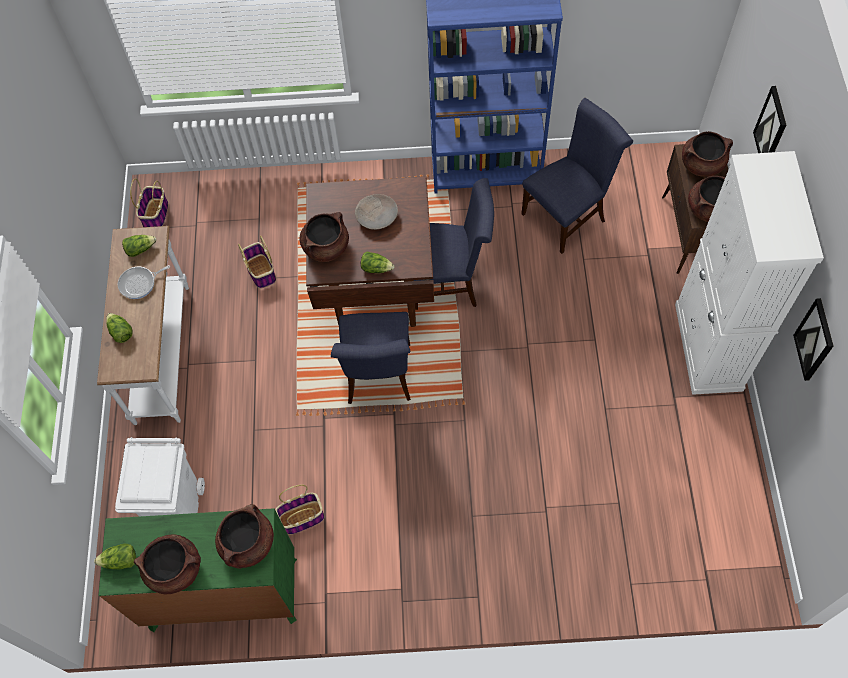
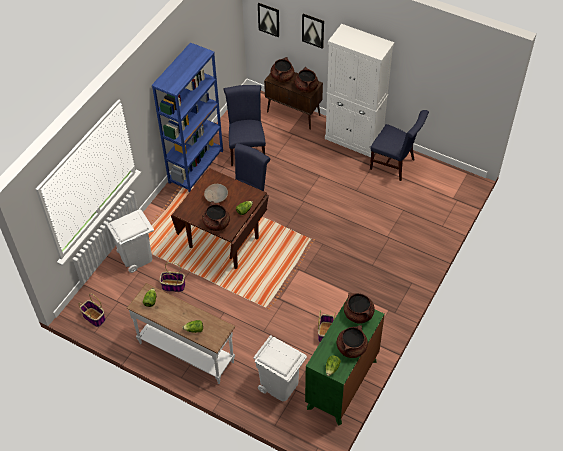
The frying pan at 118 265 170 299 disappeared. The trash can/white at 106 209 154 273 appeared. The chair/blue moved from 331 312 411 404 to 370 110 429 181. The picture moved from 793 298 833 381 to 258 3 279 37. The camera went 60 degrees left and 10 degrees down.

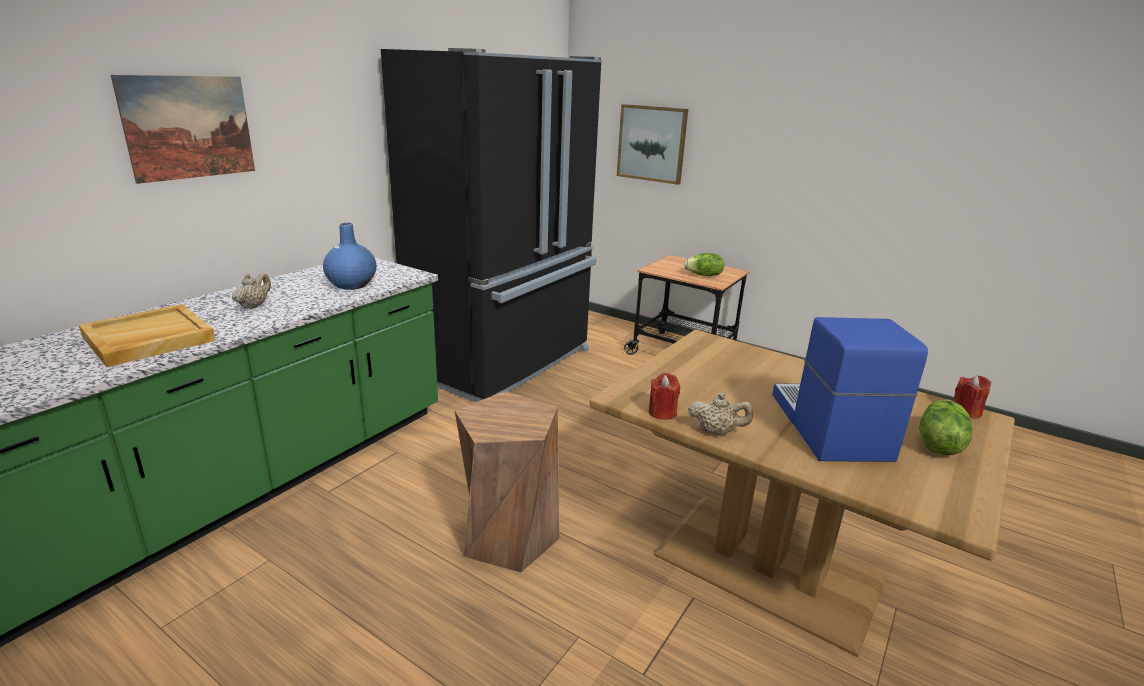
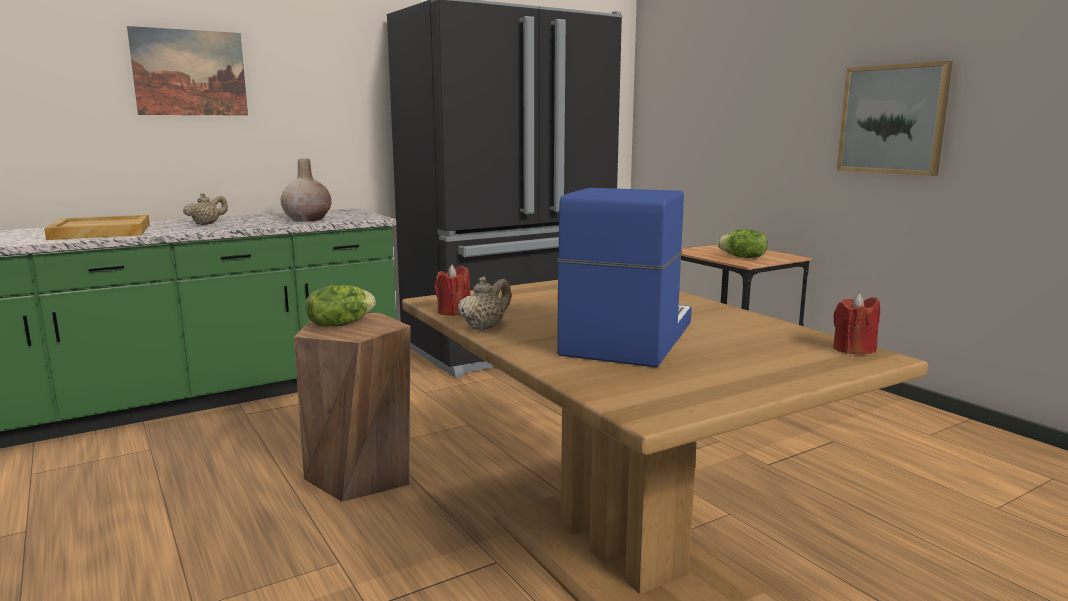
The picture moved from 617 104 688 185 to 837 61 953 176. The lettuce moved from 919 400 973 455 to 306 285 376 327. The vase/blue at 323 223 376 290 became the vase/beige at 280 159 332 222. The teapot/beige at 688 392 753 435 turned 90 degrees counterclockwise. The camera went 25 degrees right and 10 degrees down.

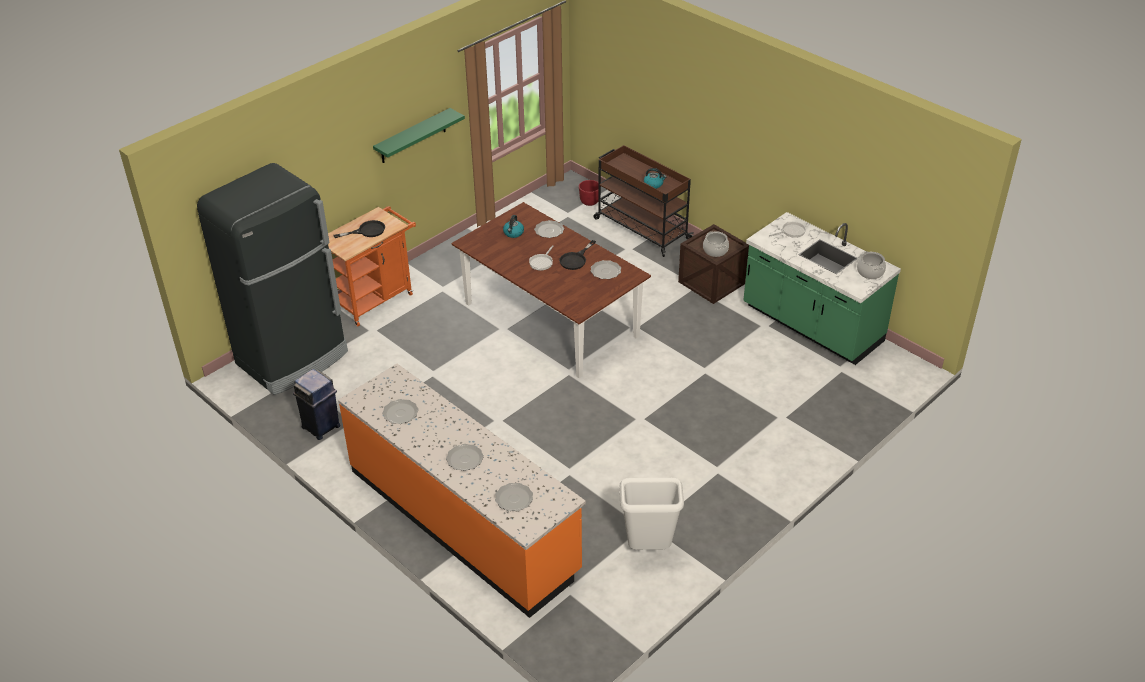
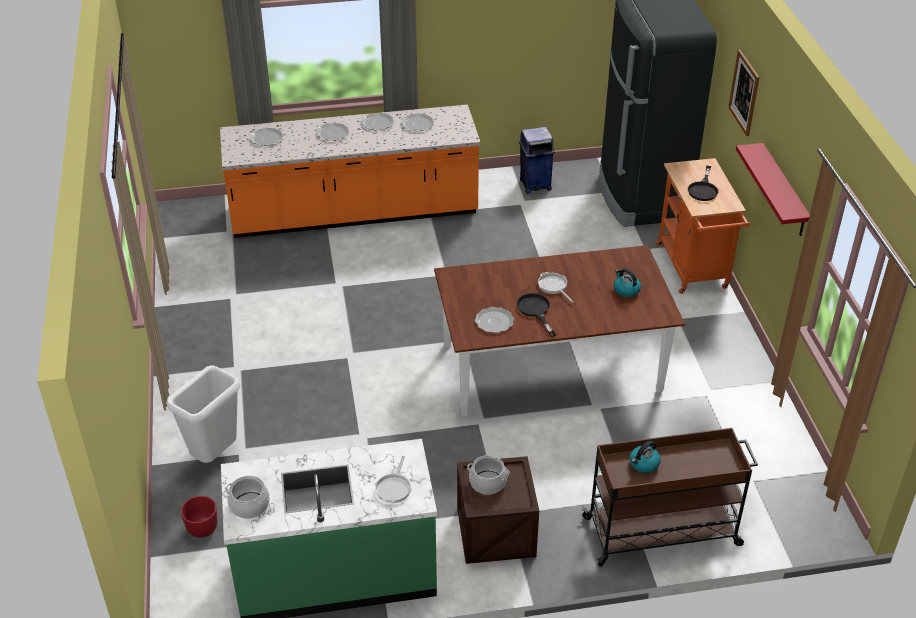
The picture at 728 50 760 136 appeared. The plate moved from 534 220 564 238 to 361 113 394 130. The planter/red moved from 579 180 599 206 to 181 496 218 538. The trash can/white moved from 619 478 684 550 to 166 365 240 463. The shelf/green at 373 108 465 163 became the shelf/red at 736 143 810 236. The camera went 125 degrees right and 0 degrees up.

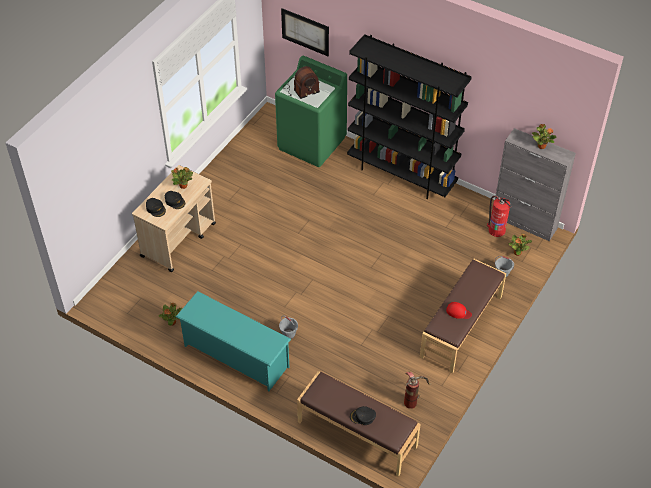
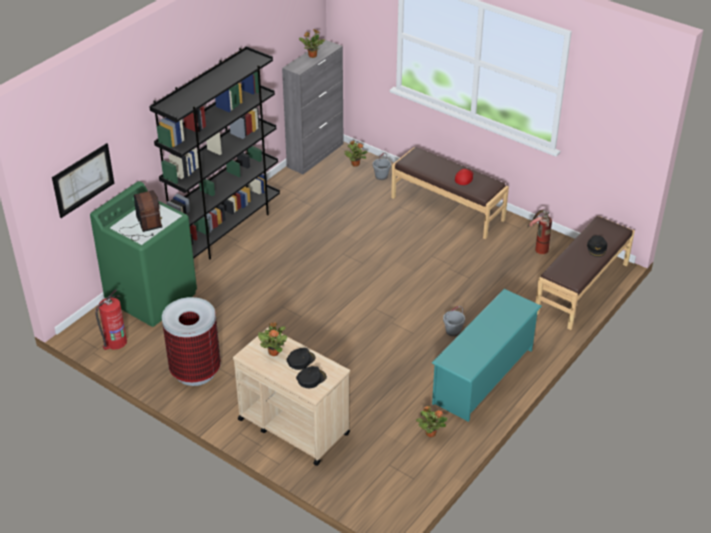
The trash can at 162 297 221 386 appeared. The fire extinguisher moved from 487 196 511 237 to 95 289 127 350. The camera went 85 degrees left and 10 degrees down.

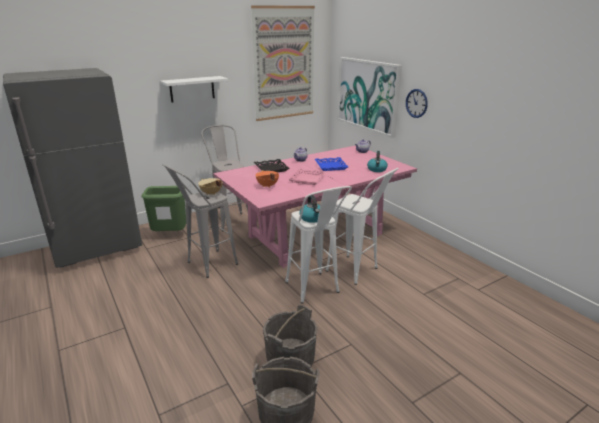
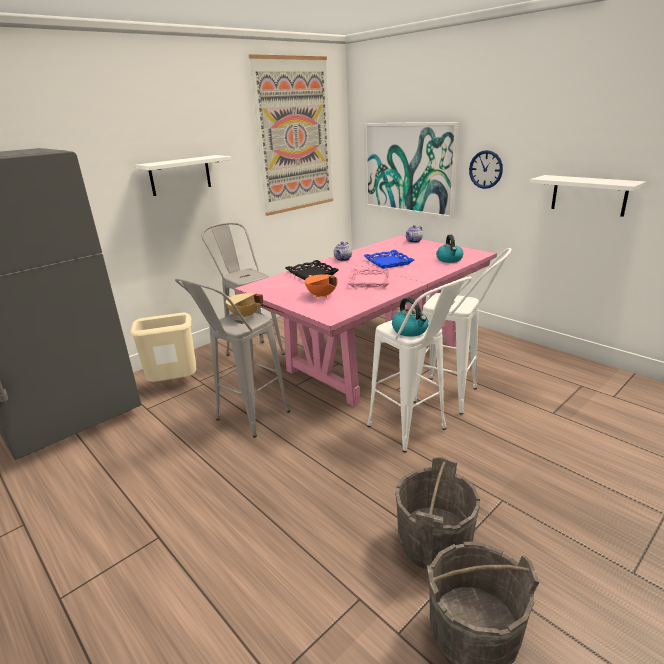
The shelf/white at 530 175 646 217 appeared. The trash can/green at 141 186 186 231 became the trash can/beige at 130 313 196 382. The camera went 10 degrees left and 0 degrees up.

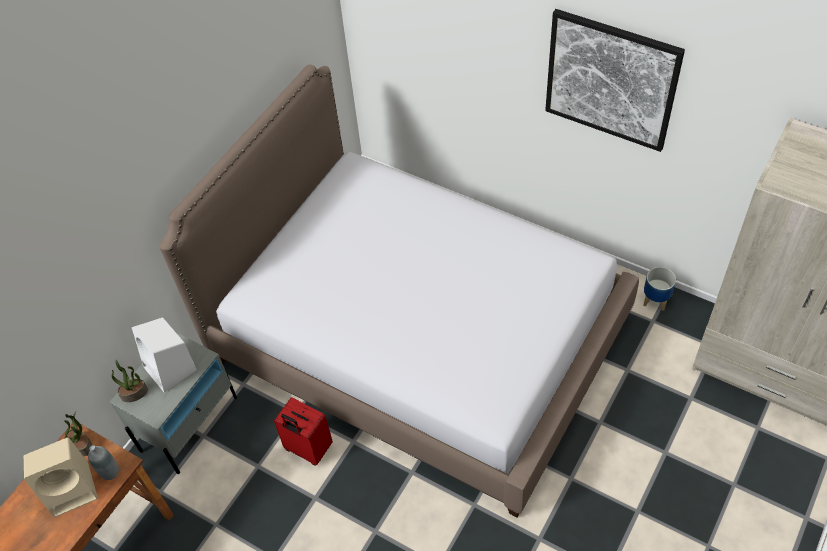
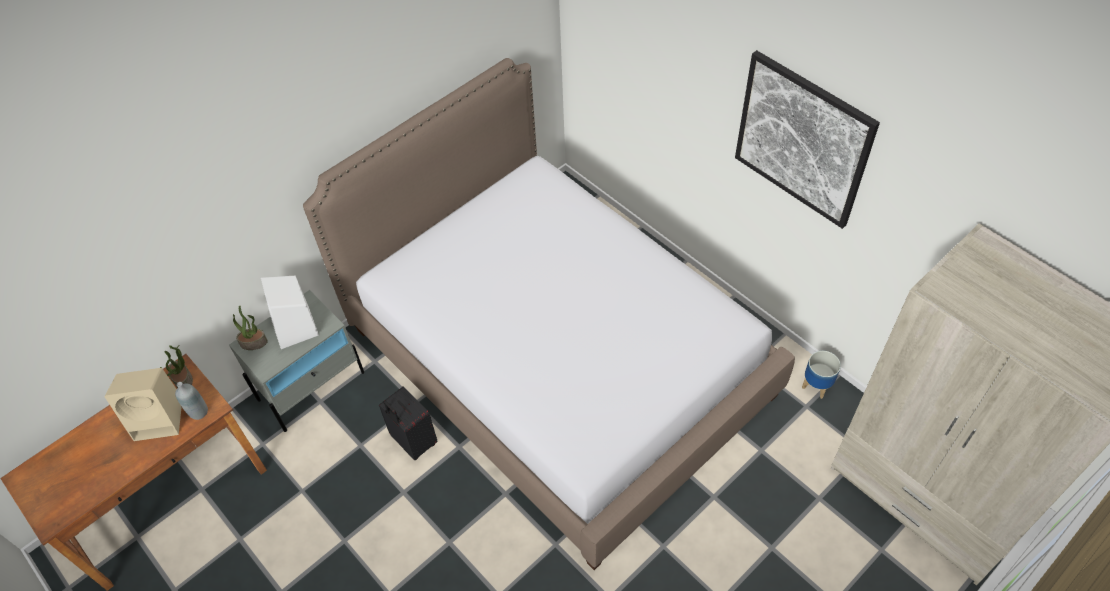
The suitcase/red at 274 397 333 466 became the suitcase/black at 379 387 438 460. The camera went 15 degrees right and 0 degrees up.

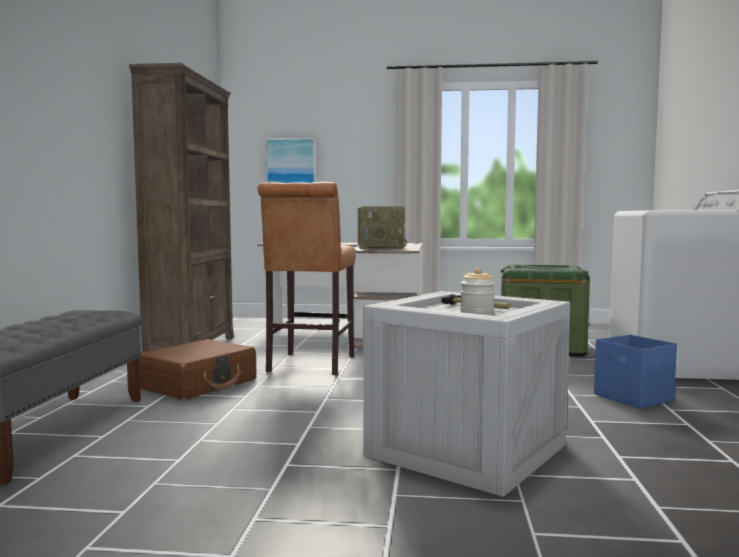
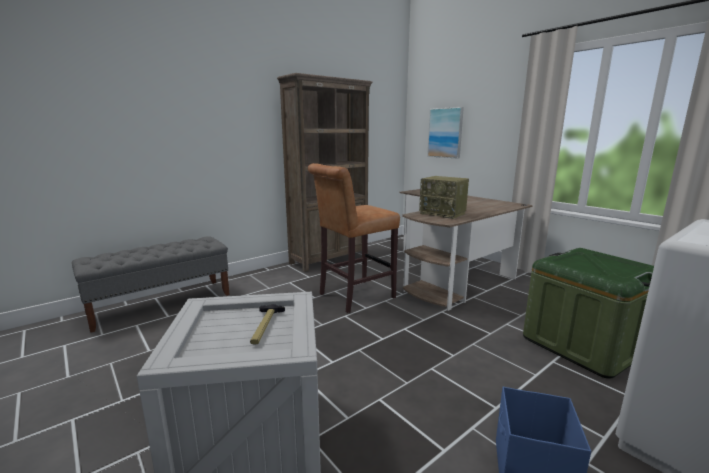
The suitcase/brown at 139 339 256 400 disappeared. The jar at 460 268 495 315 disappeared. The camera went 45 degrees right and 10 degrees up.

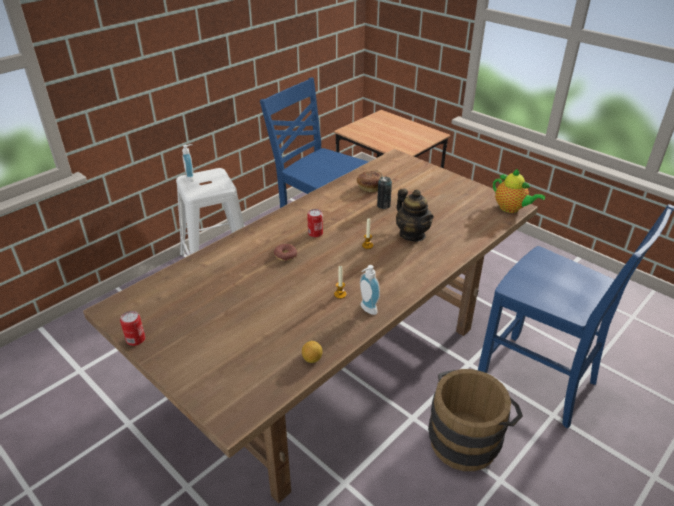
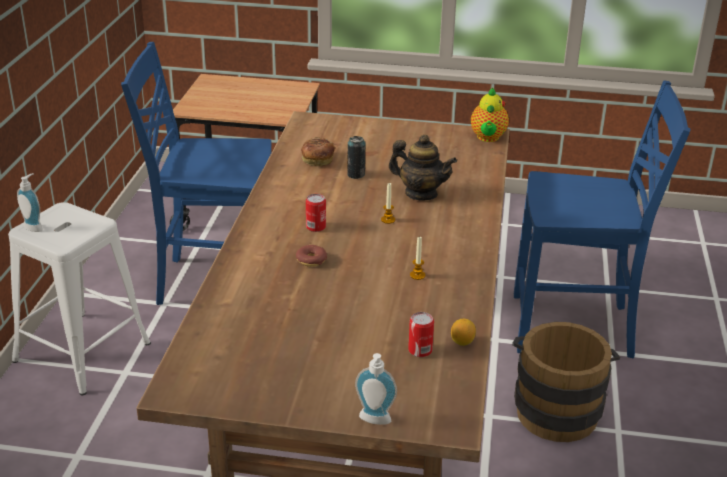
The can moved from 120 311 145 346 to 408 312 434 357. The soap dispenser moved from 360 265 380 315 to 355 353 397 425. The teapot at 493 169 545 213 turned 90 degrees clockwise. The camera went 35 degrees left and 5 degrees down.

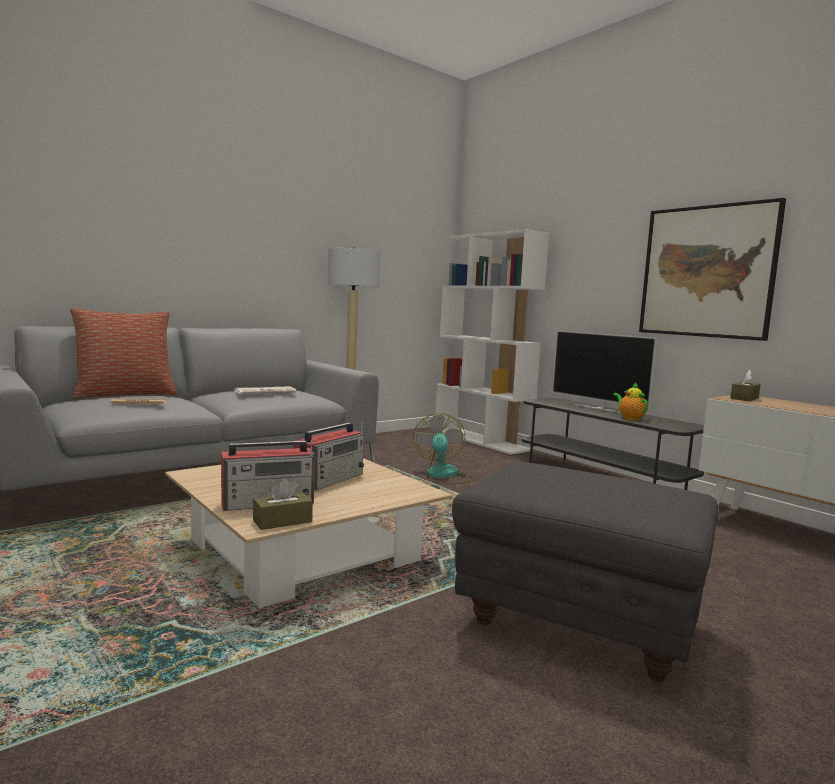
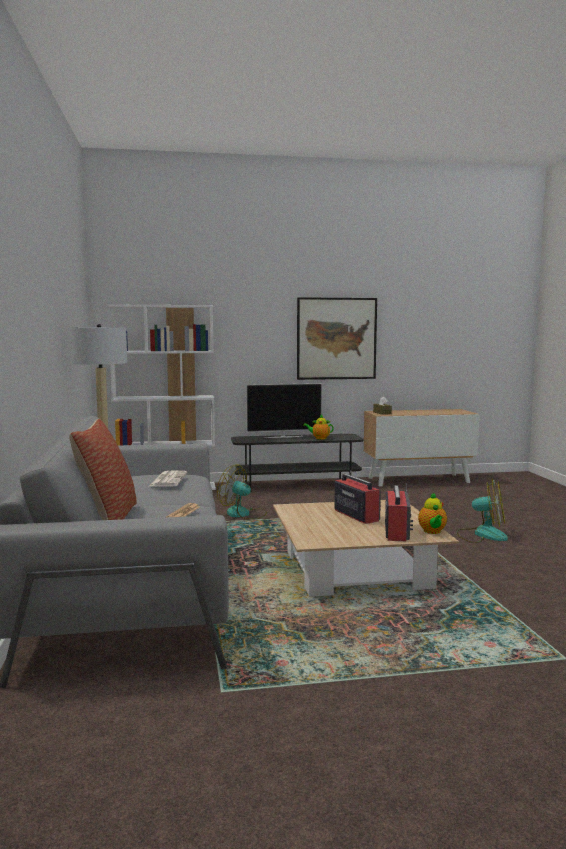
The tissue box/brown at 253 478 313 530 was replaced by the teapot at 418 492 447 534. The ottoman/grey at 452 461 718 682 was replaced by the fan at 457 479 508 543. The camera went 60 degrees left and 0 degrees up.

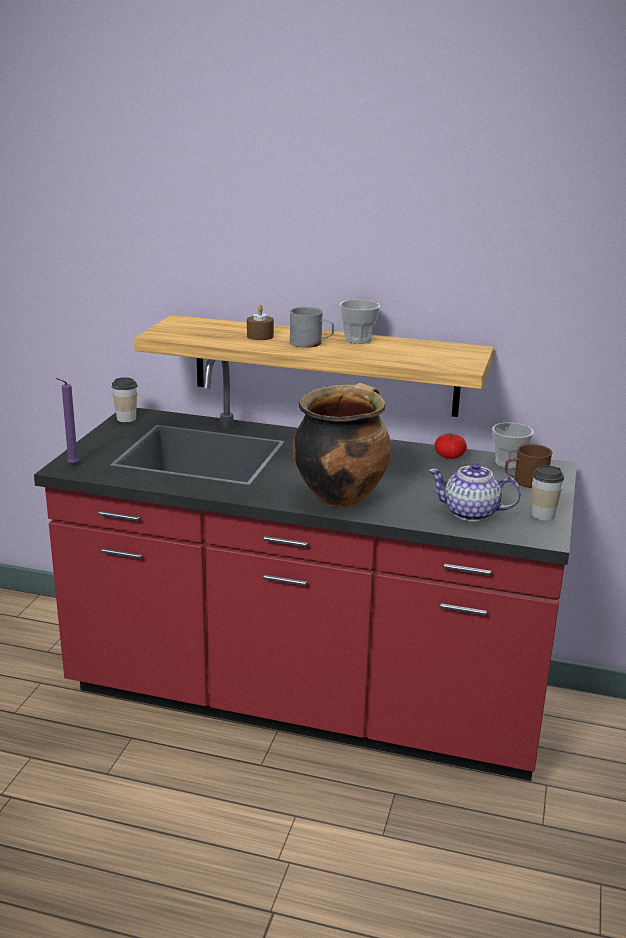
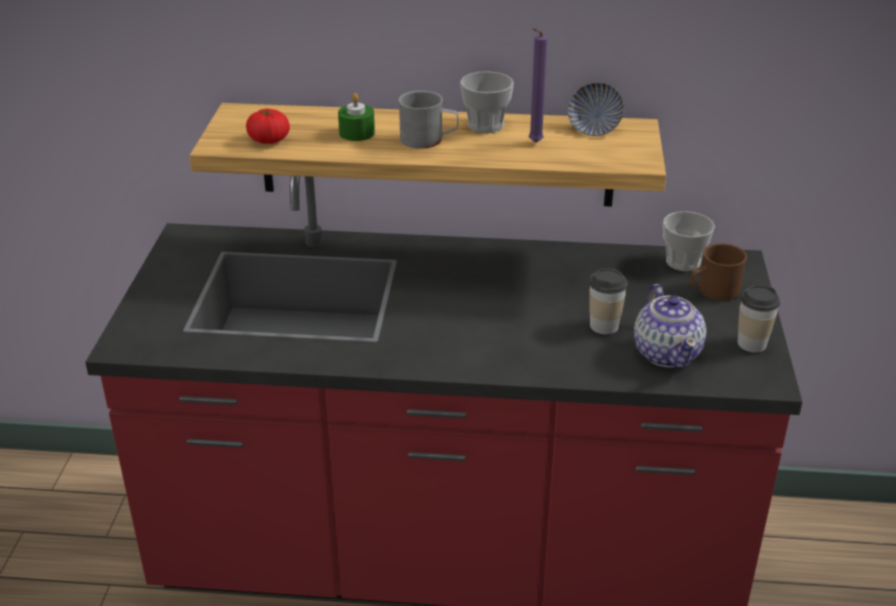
The cooking pot at 293 383 391 507 disappeared. The bowl at 568 82 624 136 appeared. The candle/purple moved from 56 378 79 465 to 529 28 547 143. The cup moved from 112 377 138 422 to 589 269 628 334. The tomato moved from 434 433 467 459 to 246 109 290 144. The candle/brown at 247 305 274 340 became the candle/green at 338 93 375 141. The teapot at 428 463 521 522 turned 105 degrees counterclockwise. The camera went 10 degrees left and 10 degrees up.

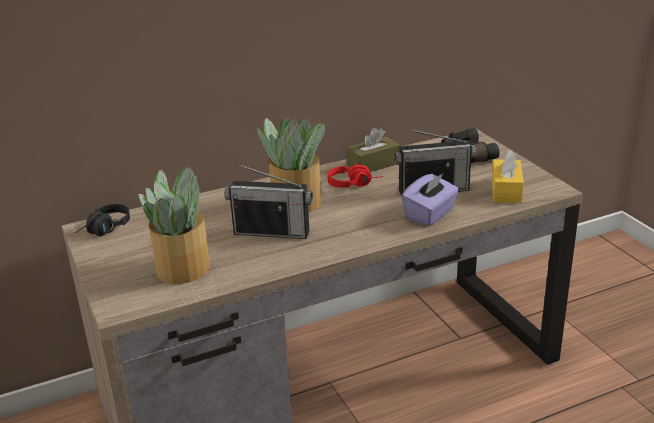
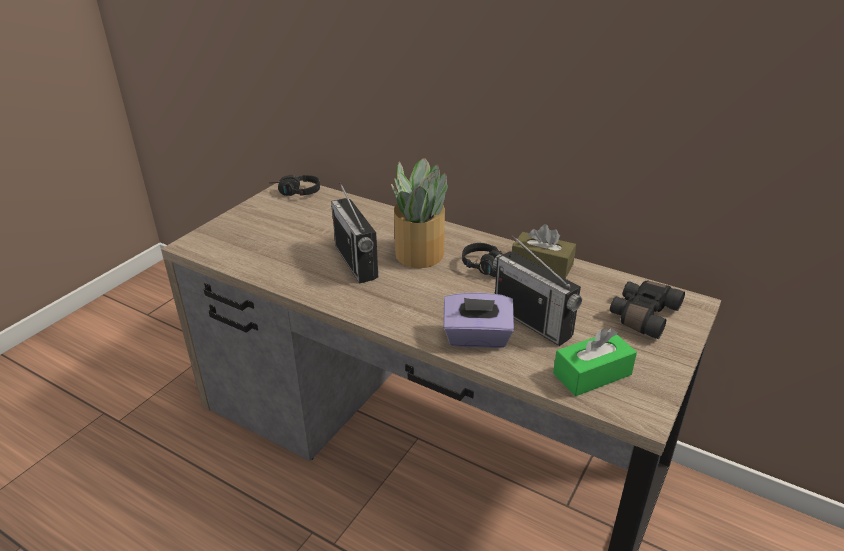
The potted plant at 138 167 210 284 disappeared. The headphones/red at 328 164 383 188 became the headphones/black at 462 243 503 277. The tissue box/yellow at 492 150 524 203 became the tissue box/green at 553 328 637 396. The camera went 55 degrees right and 5 degrees up.

